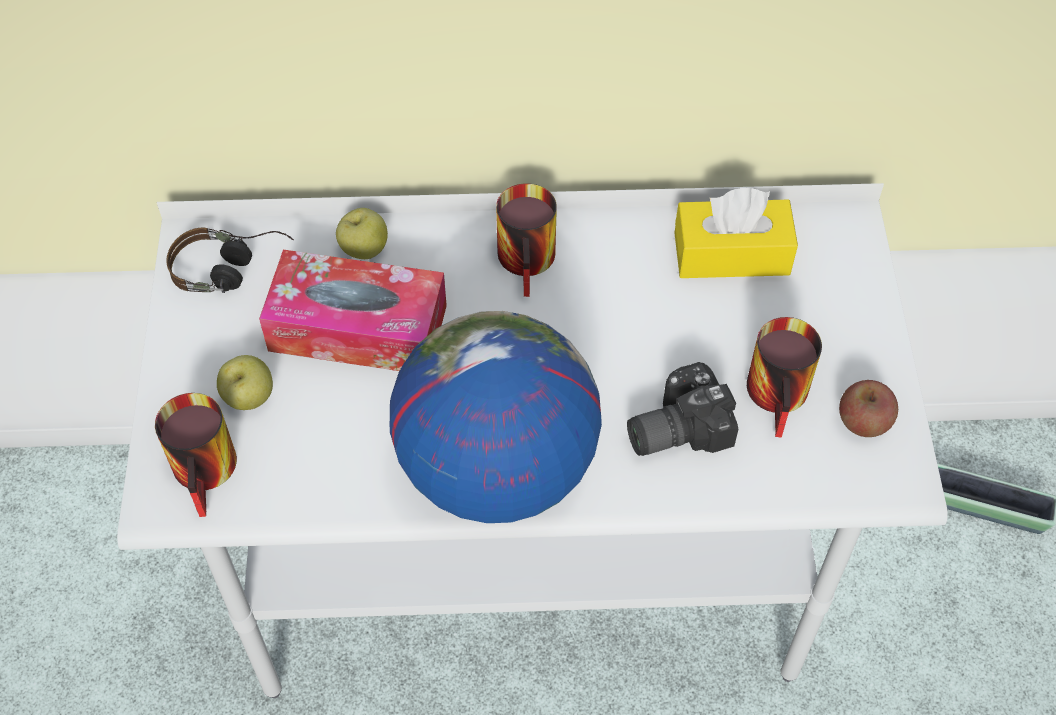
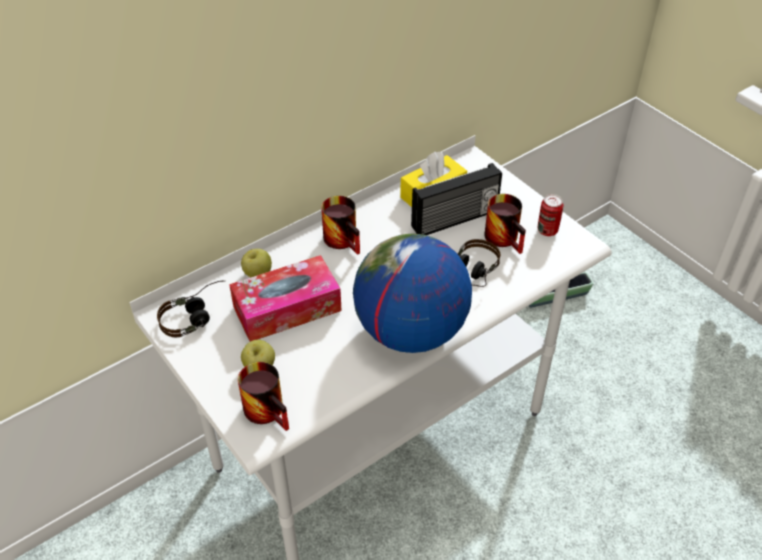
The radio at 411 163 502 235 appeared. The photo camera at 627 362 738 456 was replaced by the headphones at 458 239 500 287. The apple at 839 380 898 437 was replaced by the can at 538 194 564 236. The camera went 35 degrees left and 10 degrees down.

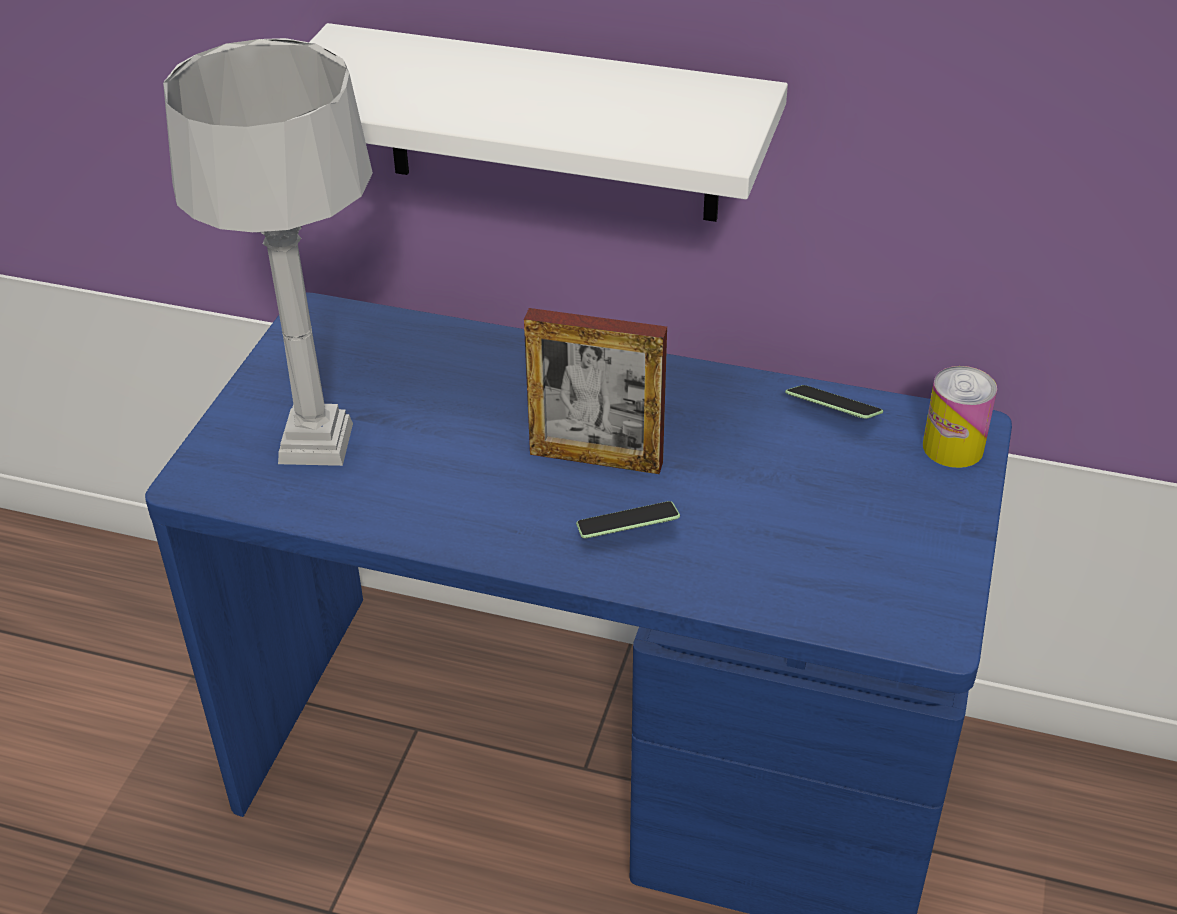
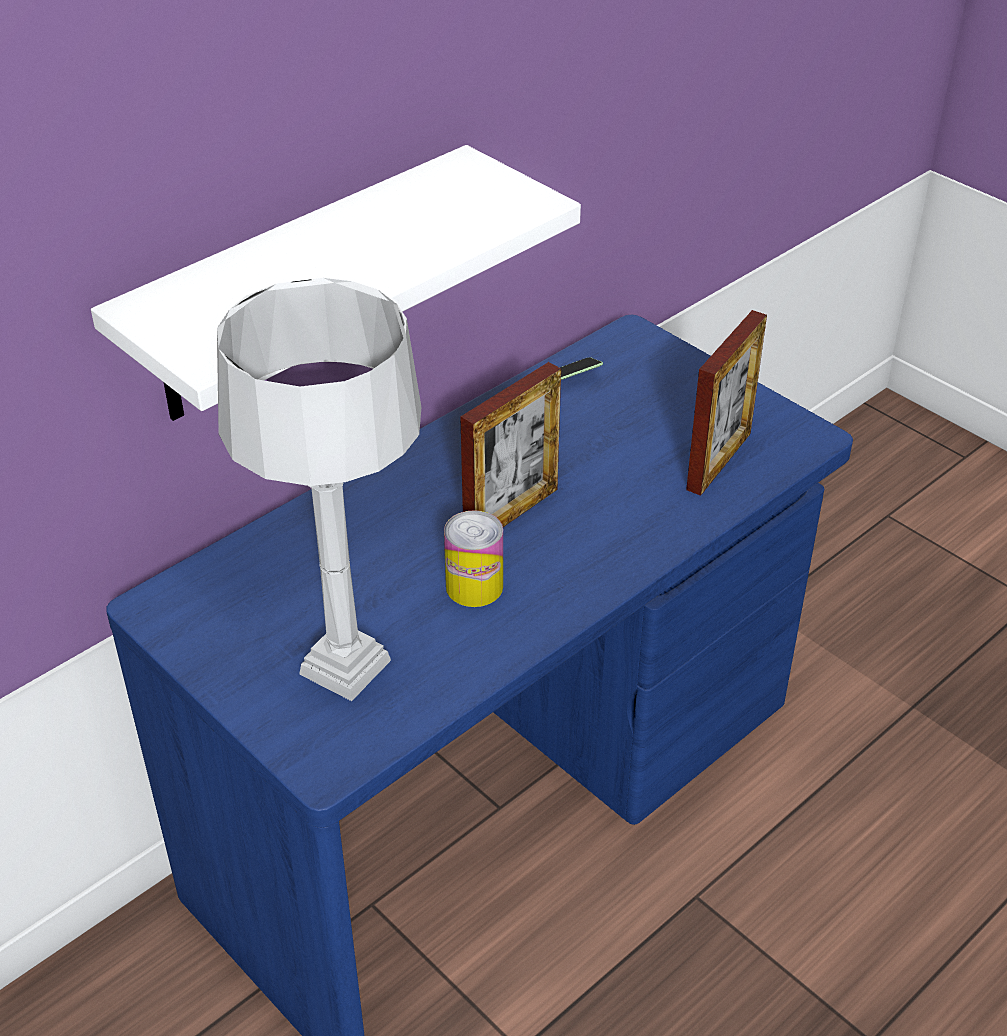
The phone at 576 501 680 538 disappeared. The picture frame at 686 310 767 496 appeared. The can moved from 923 366 997 468 to 444 510 503 607. The camera went 60 degrees left and 0 degrees up.

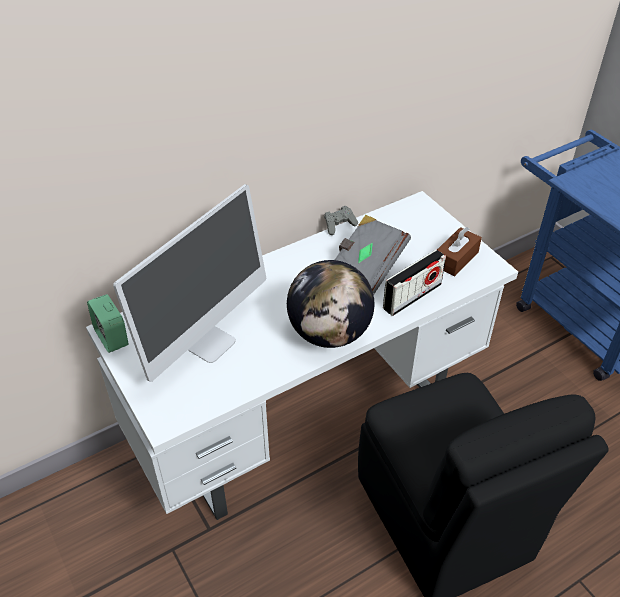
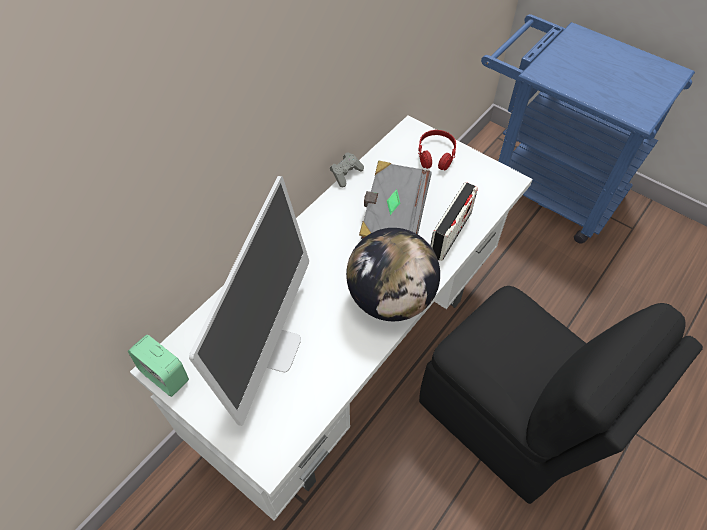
The tissue box/brown at 437 227 482 276 disappeared. The headphones/red at 418 130 456 171 appeared. The camera went 20 degrees left and 10 degrees up.

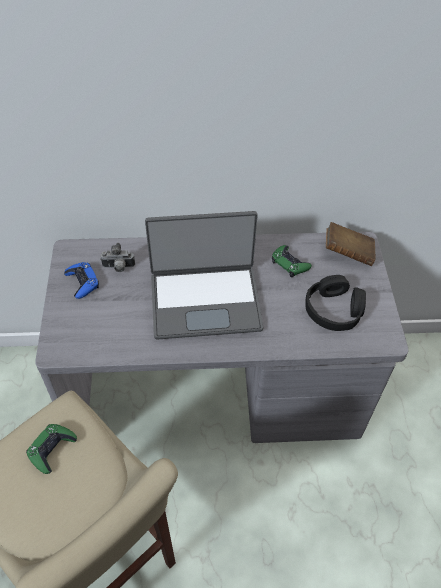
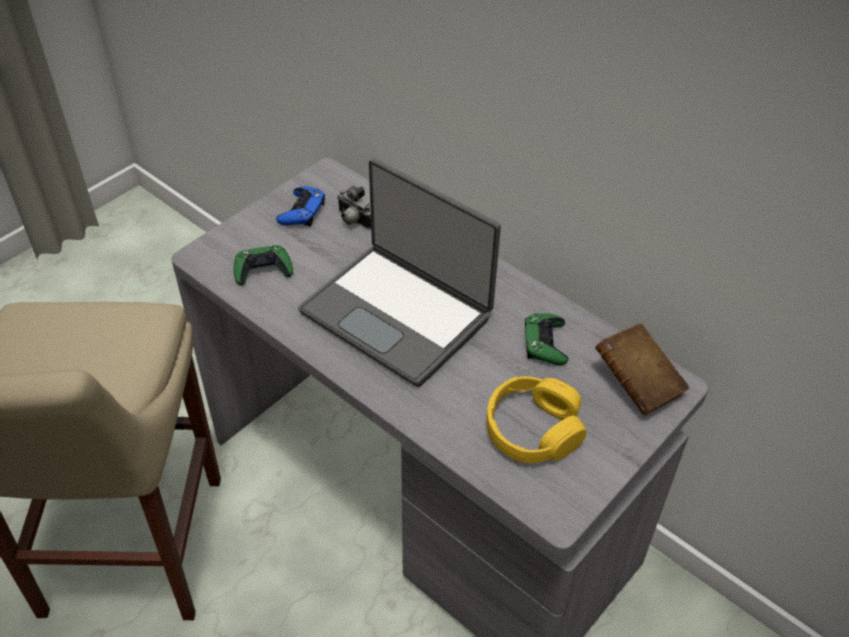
The game controller/green moved from 26 424 77 474 to 234 245 293 285. The headphones/black at 305 275 366 331 became the headphones/yellow at 486 376 587 463. The camera went 45 degrees right and 5 degrees down.

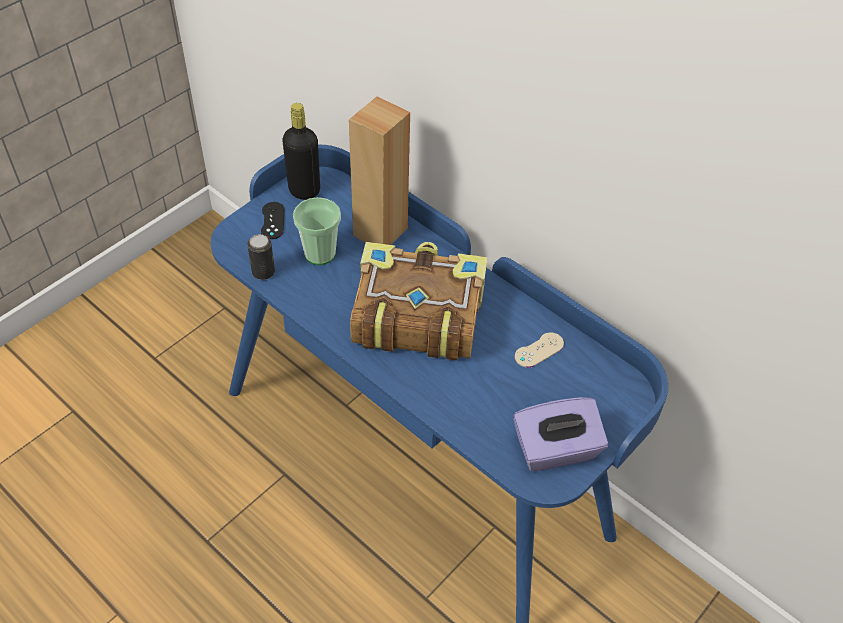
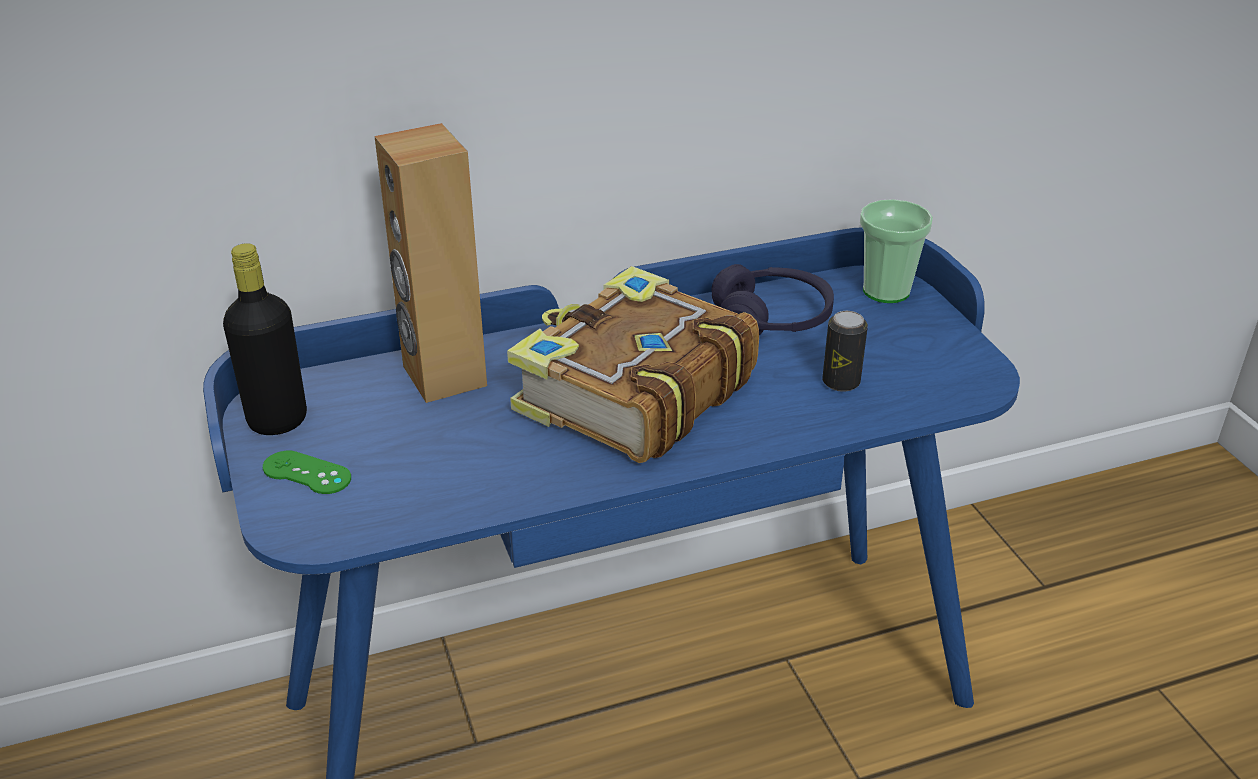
The tissue box/purple at 513 397 608 471 disappeared. The can moved from 247 234 275 280 to 822 311 868 392. The cup moved from 293 197 341 265 to 860 199 933 303. The game controller/beige at 515 332 564 368 was replaced by the headphones/purple at 712 264 834 335. The game controller/black at 261 202 284 239 became the game controller/green at 263 451 351 494. The camera went 60 degrees left and 15 degrees down.

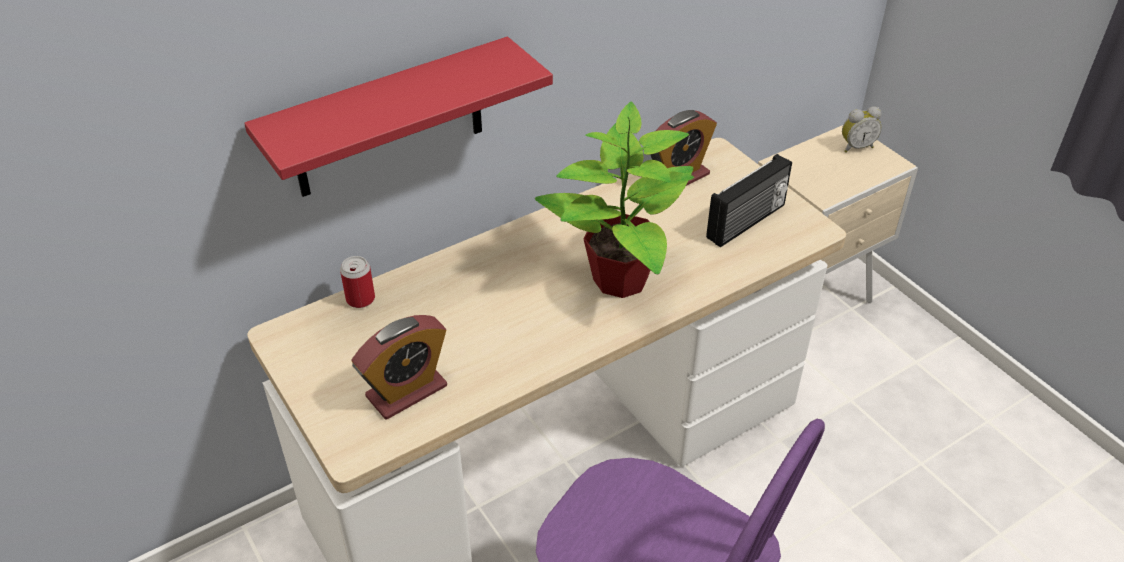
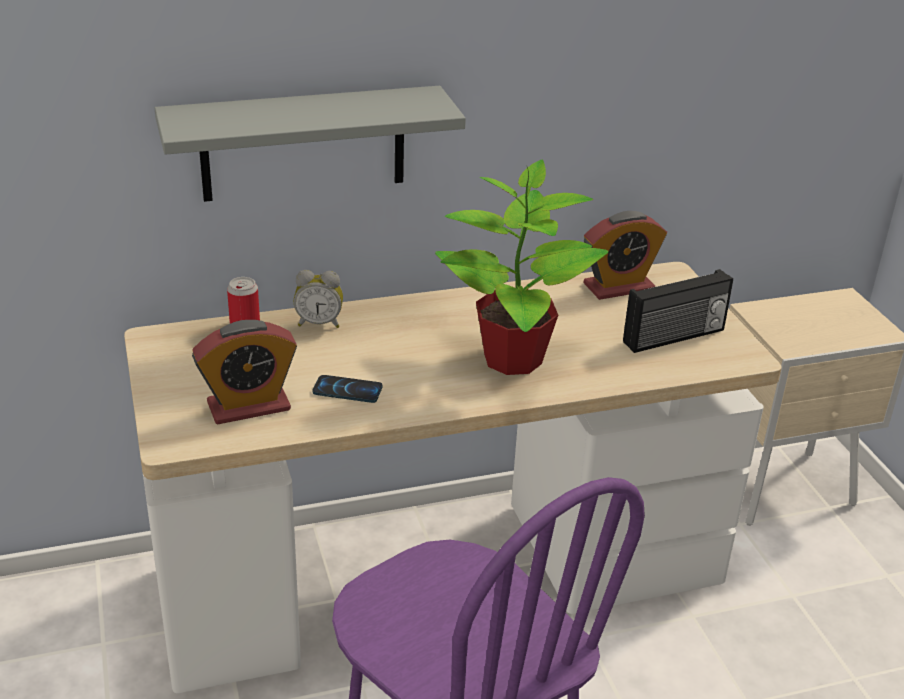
The phone at 312 375 383 403 appeared. The alarm clock moved from 842 106 882 153 to 294 270 343 328. The shelf/red at 244 37 553 197 became the shelf/grey at 155 86 466 202. The camera went 15 degrees right and 10 degrees down.

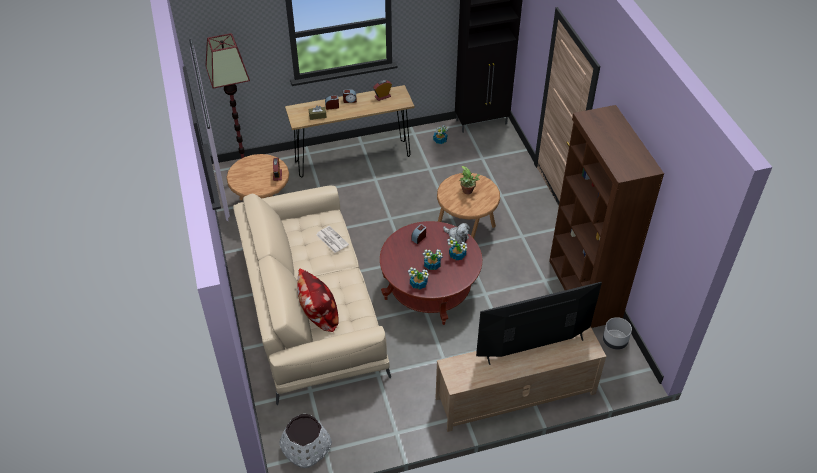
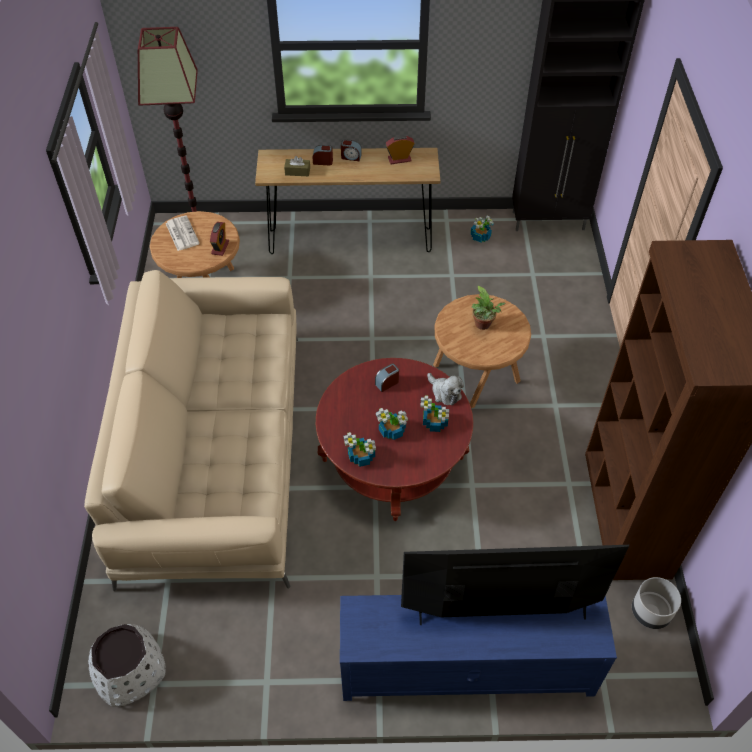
The pillow at 297 268 339 332 disappeared. The newspaper moved from 316 226 349 253 to 166 216 200 251. The tv stand/beige at 436 327 606 432 became the tv stand/blue at 340 595 617 701. The camera went 15 degrees right and 5 degrees up.

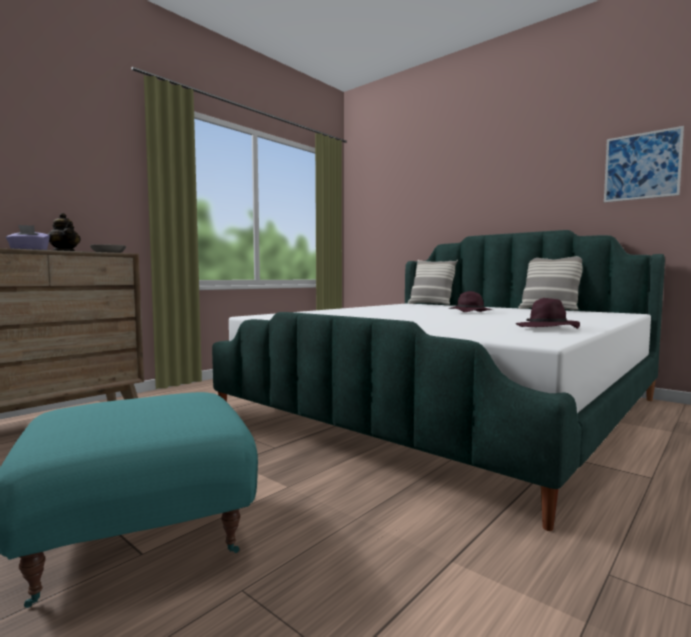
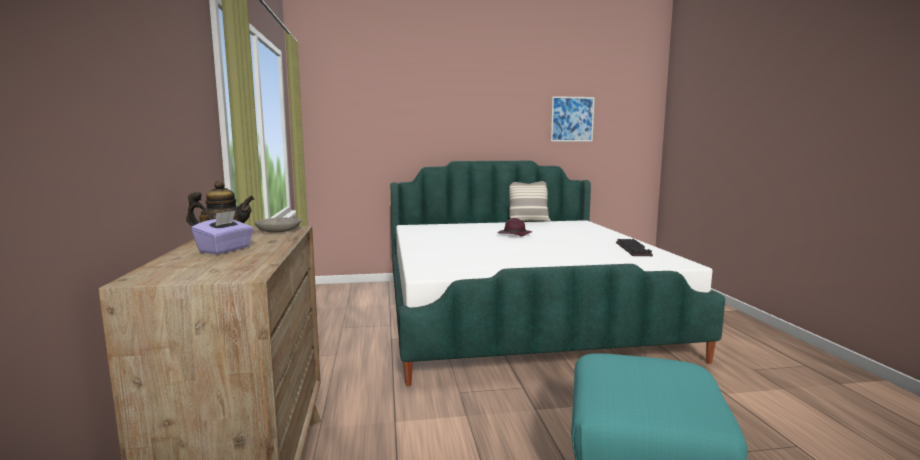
The pillow at 408 260 458 305 disappeared. The hat/purple at 516 298 580 329 was replaced by the keyboard at 616 239 653 256. The camera went 50 degrees left and 5 degrees up.

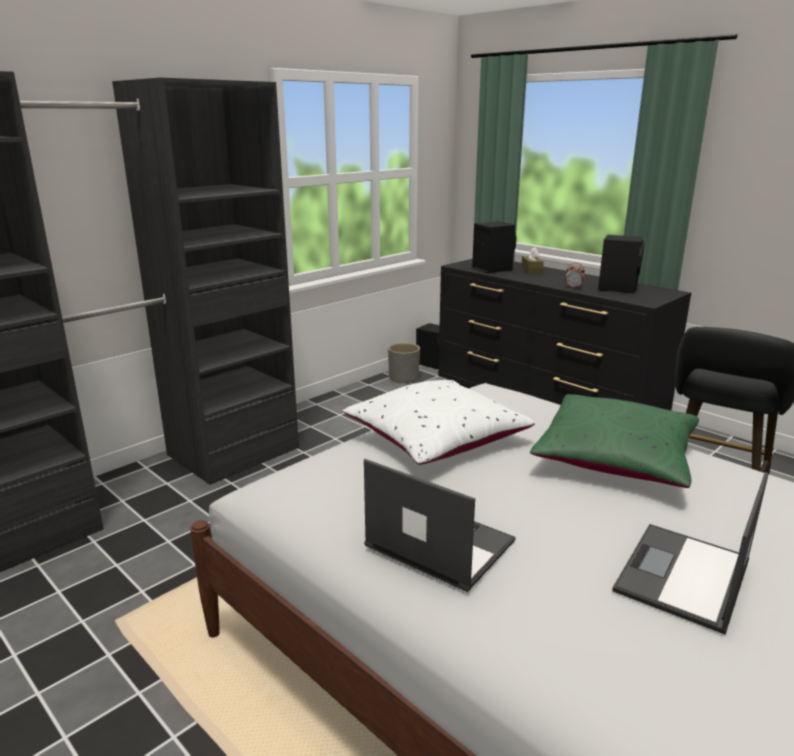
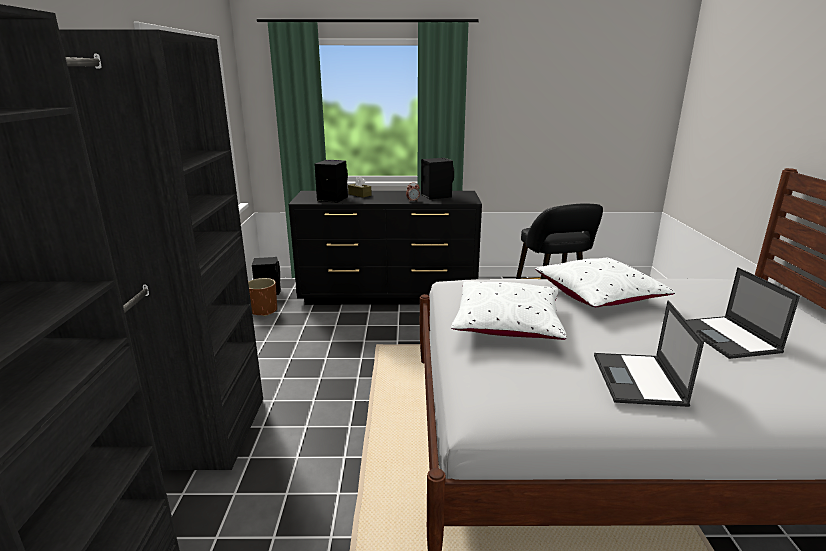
The planter/grey at 388 343 420 384 became the planter/brown at 248 278 277 316. The pillow/green at 530 394 699 488 became the pillow/white at 535 258 675 307. The laptop at 364 459 516 592 turned 75 degrees counterclockwise. The camera went 45 degrees left and 0 degrees up.

